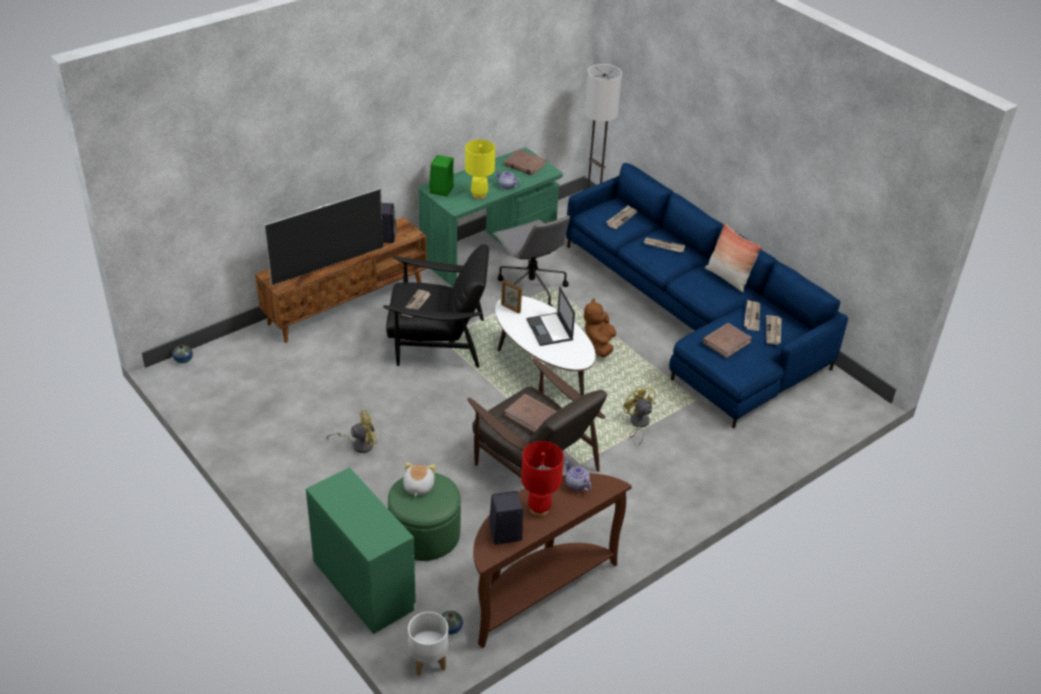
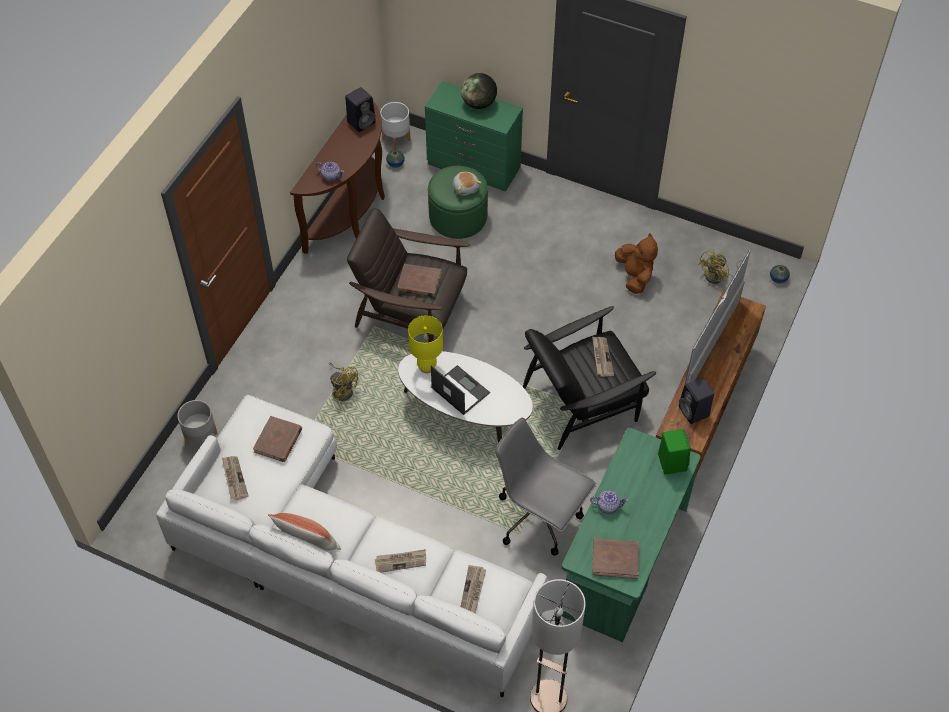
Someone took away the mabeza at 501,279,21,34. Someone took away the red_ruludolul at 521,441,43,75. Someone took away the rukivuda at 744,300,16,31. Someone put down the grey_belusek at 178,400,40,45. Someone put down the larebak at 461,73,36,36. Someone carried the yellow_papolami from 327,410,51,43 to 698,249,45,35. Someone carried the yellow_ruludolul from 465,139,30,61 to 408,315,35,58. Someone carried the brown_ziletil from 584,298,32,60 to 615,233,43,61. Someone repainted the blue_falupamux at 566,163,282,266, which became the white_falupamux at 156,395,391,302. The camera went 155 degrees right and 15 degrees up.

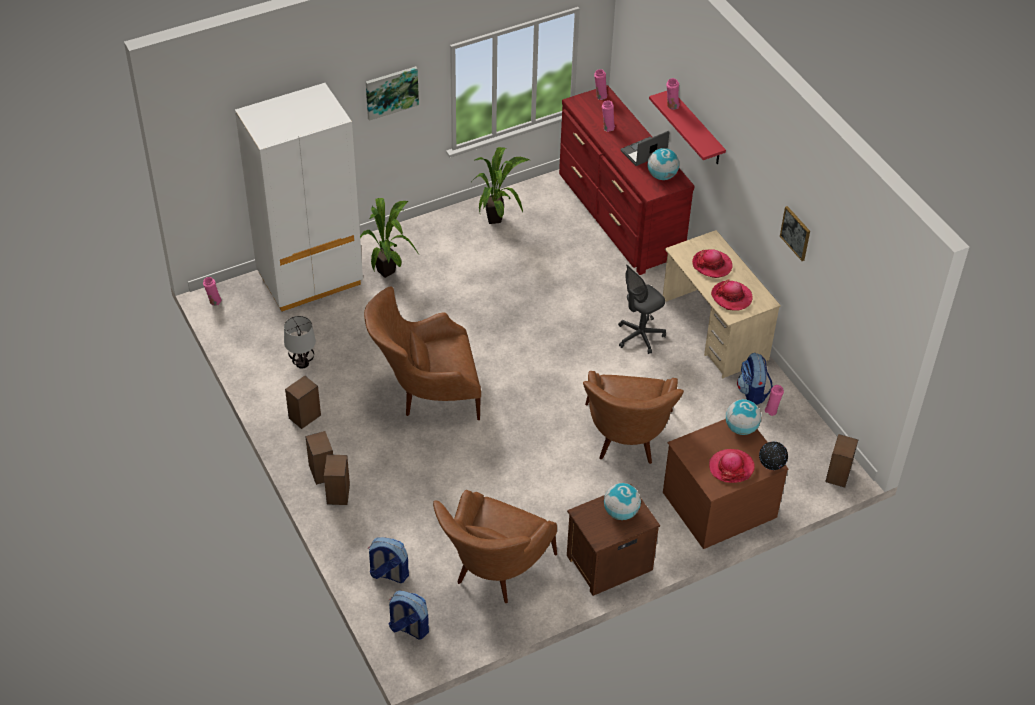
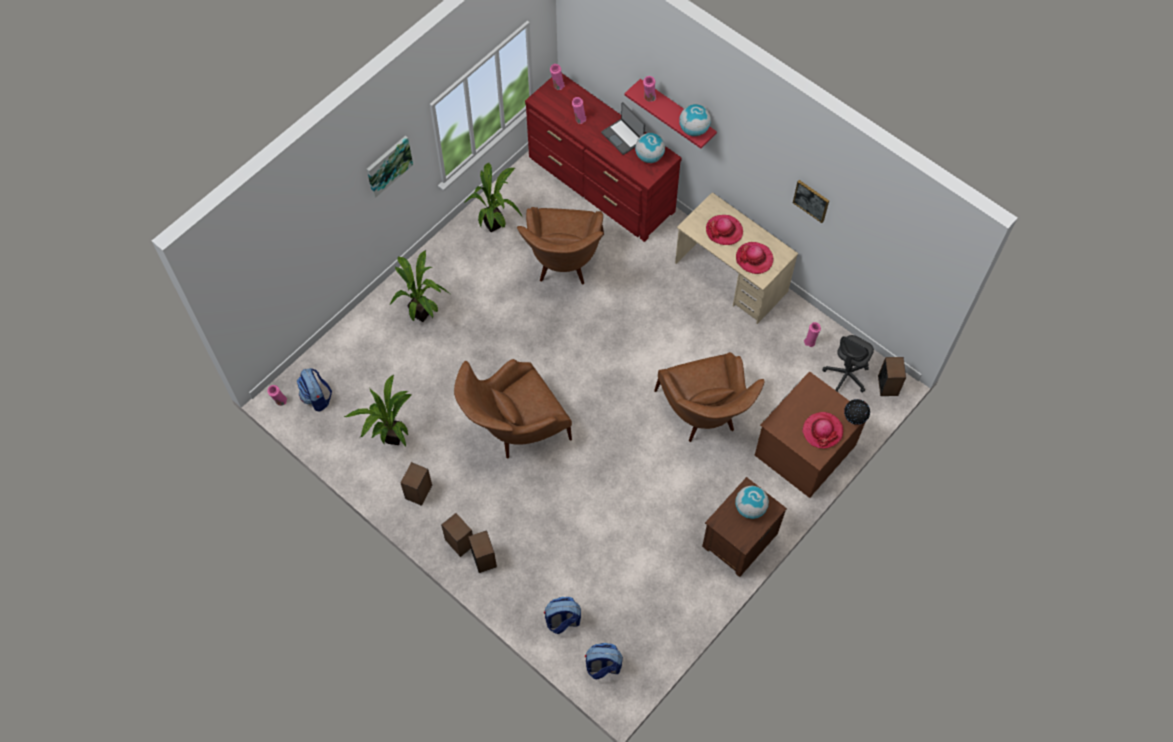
Someone took away the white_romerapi at 235,83,128,229. Someone carried the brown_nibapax from 433,490,124,113 to 517,207,87,77. Someone carried the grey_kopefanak from 618,264,48,90 to 822,335,52,58. Someone carried the larebak from 726,399,35,36 to 679,104,32,32. Someone carried the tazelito from 737,352,36,53 to 297,368,35,44. Someone swapped the ruludolul at 284,316,32,53 for the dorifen at 344,375,68,72. Someone rotated the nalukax at 620,131,49,35 by 75 degrees counterclockwise. The camera went 20 degrees left and 15 degrees up.

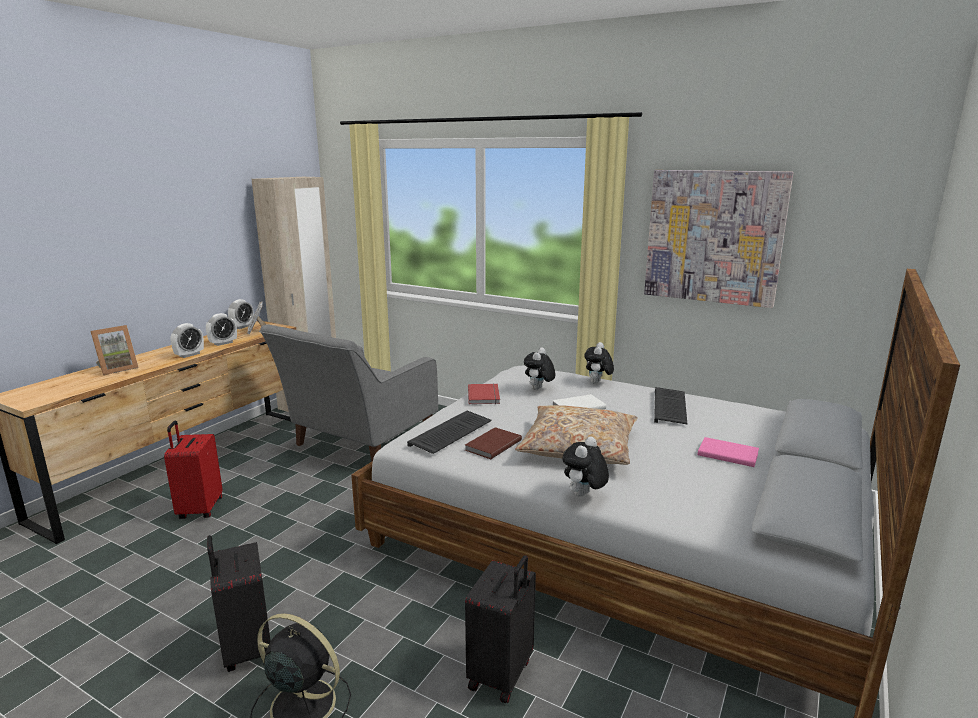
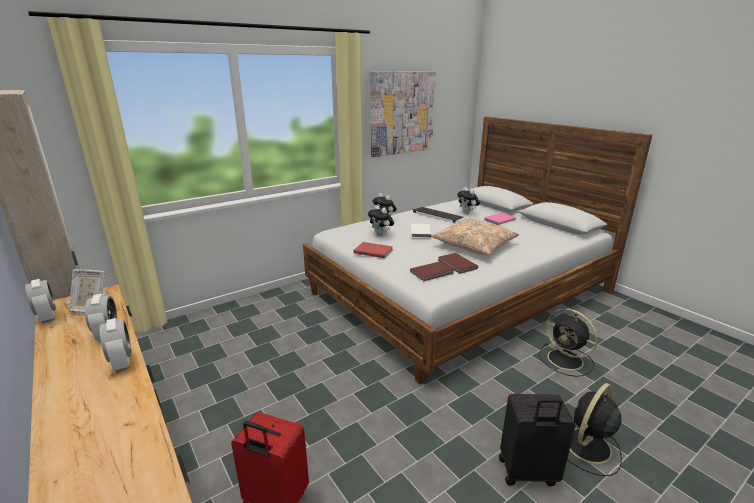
Someone took away the mabeza at 91,325,48,50. Someone took away the grey_nibapax at 259,324,179,138. Someone carried the ziletil from 562,437,47,60 to 457,187,23,27. Someone swapped the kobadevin at 407,411,85,43 for the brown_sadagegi at 410,261,44,20. Someone swapped the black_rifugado at 465,555,71,148 for the black_papolami at 539,308,59,69. The camera went 65 degrees left and 5 degrees up.

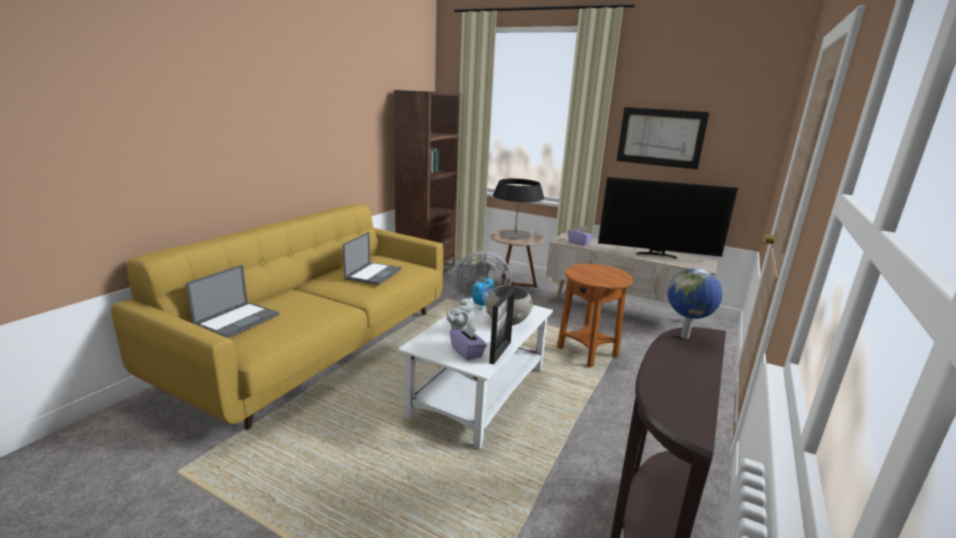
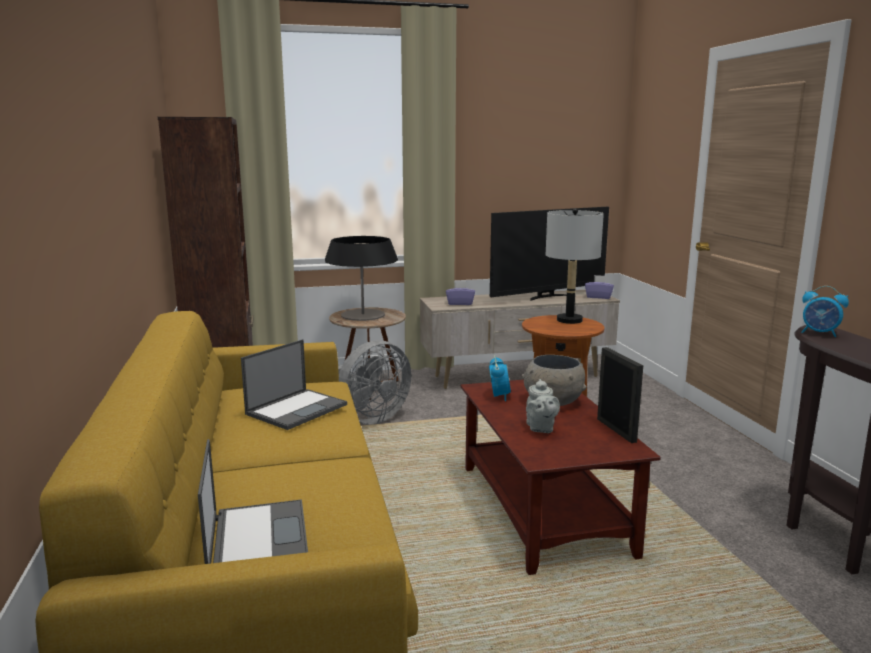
Someone took away the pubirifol at 617,107,92,63. Someone put down the grey_ruludolul at 546,208,58,116. Someone carried the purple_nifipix from 450,323,37,37 to 585,275,29,24. Someone swapped the larebak at 667,268,56,71 for the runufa at 801,286,48,51. Someone repainted the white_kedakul at 398,298,155,151, which became the brown_kedakul at 460,379,201,196. Someone rotated the nalukax at 343,232,59,53 by 60 degrees clockwise. The camera went 40 degrees left and 5 degrees down.

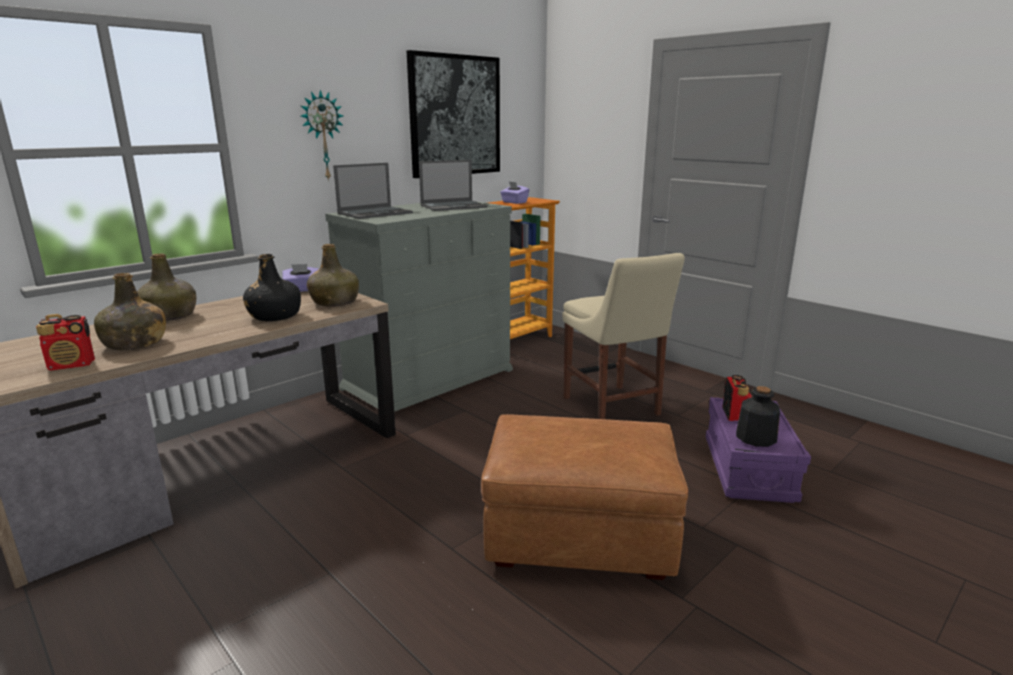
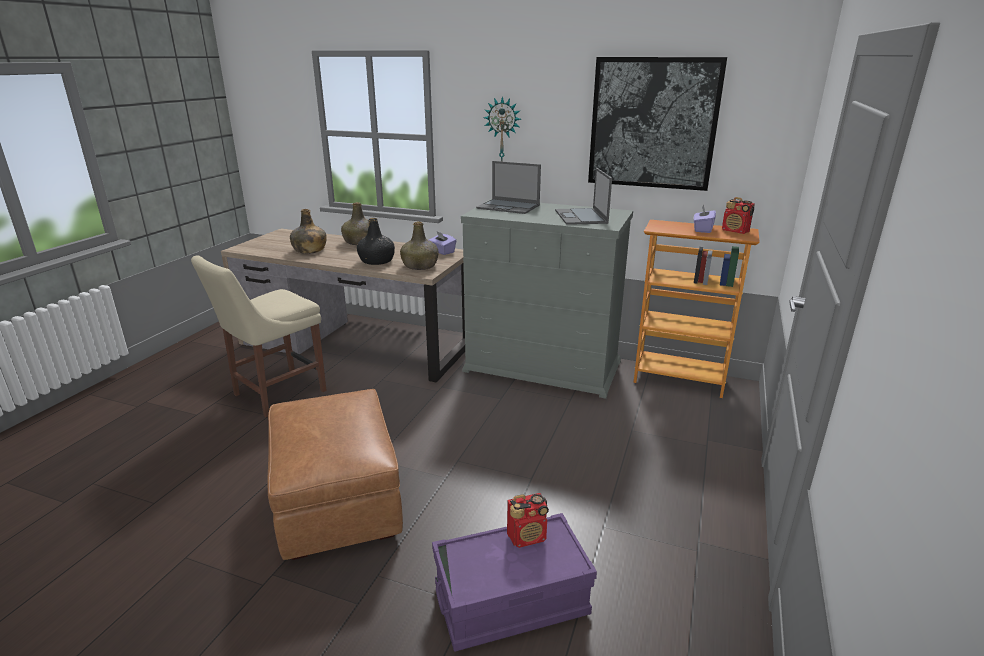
Someone took away the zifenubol at 736,386,44,61. Someone carried the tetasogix from 36,314,59,56 to 722,197,33,37. Someone carried the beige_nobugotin from 562,253,123,166 to 191,255,136,162. Someone rotated the nalukax at 419,160,69,51 by 45 degrees clockwise. The camera went 65 degrees right and 5 degrees up.

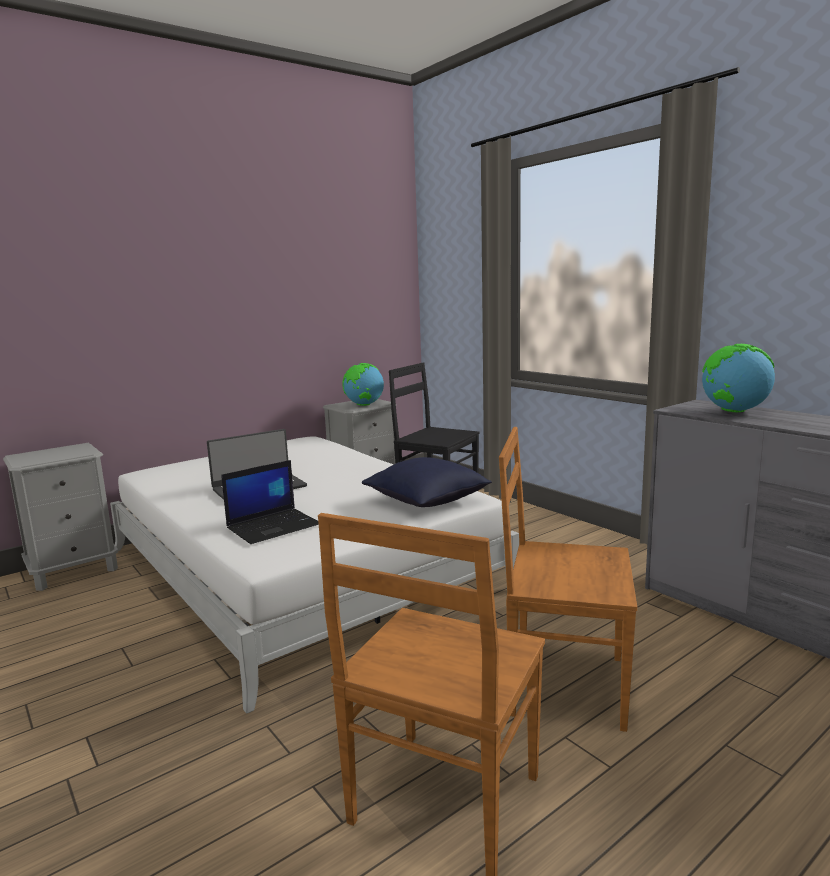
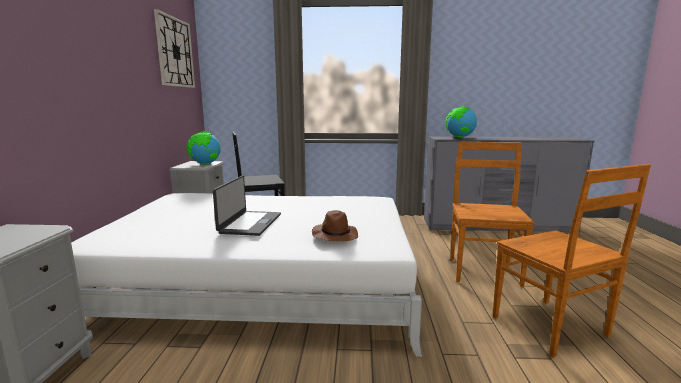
Someone took away the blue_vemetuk at 362,457,130,50. Someone put up the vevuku at 154,9,41,79. Someone swapped the nalukax at 221,460,98,84 for the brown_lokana at 312,210,46,31. Someone rotated the brown_nobugotin at 499,427,138,305 by 135 degrees clockwise. The camera went 50 degrees left and 0 degrees up.

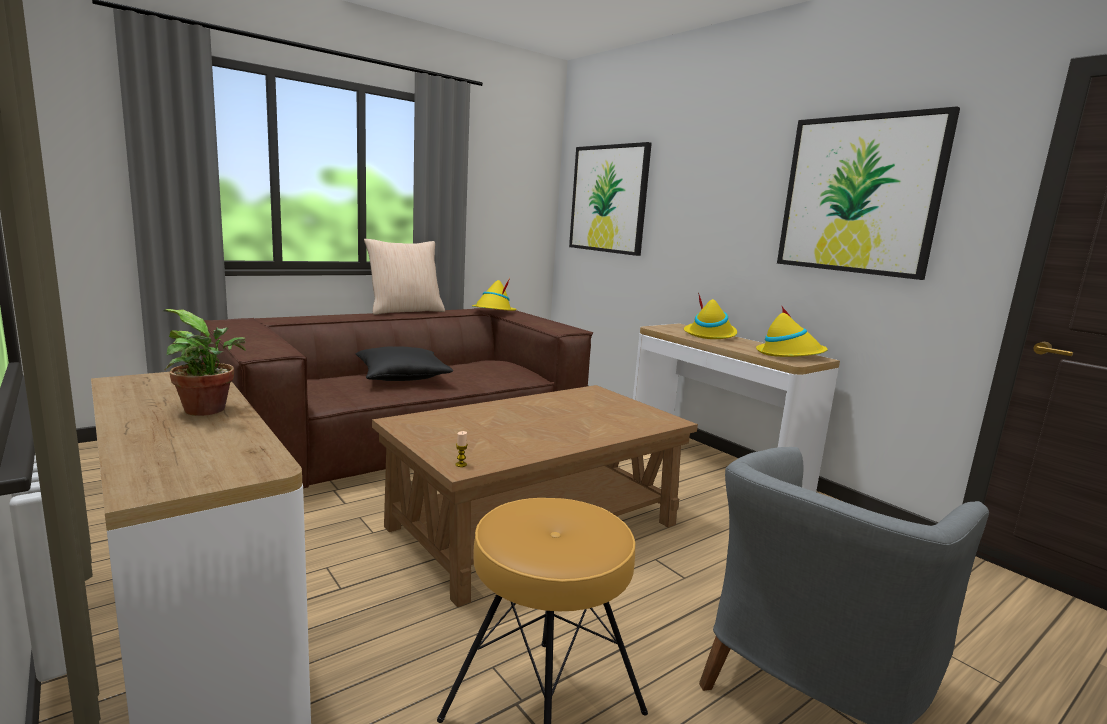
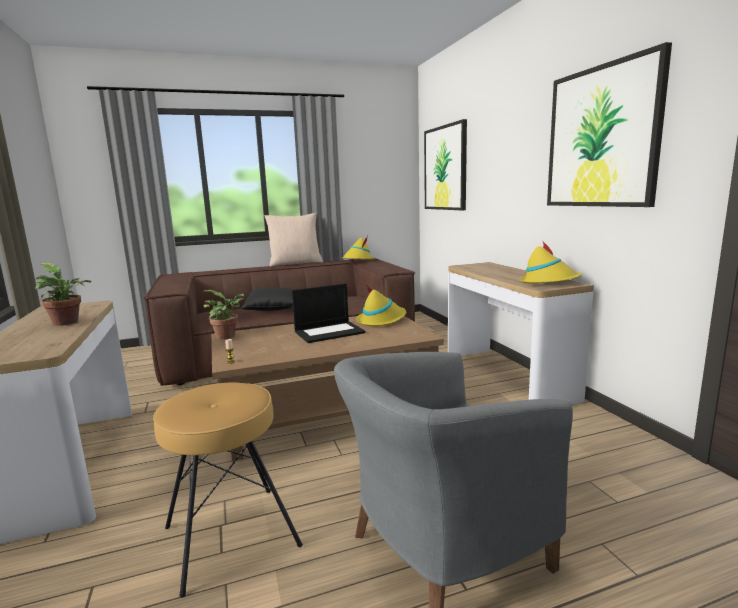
Someone put down the dorifen at 202,290,42,49. Someone put down the nalukax at 292,283,74,60. Someone carried the yellow_lokana from 684,293,53,46 to 356,285,50,41. The camera went 20 degrees right and 0 degrees up.

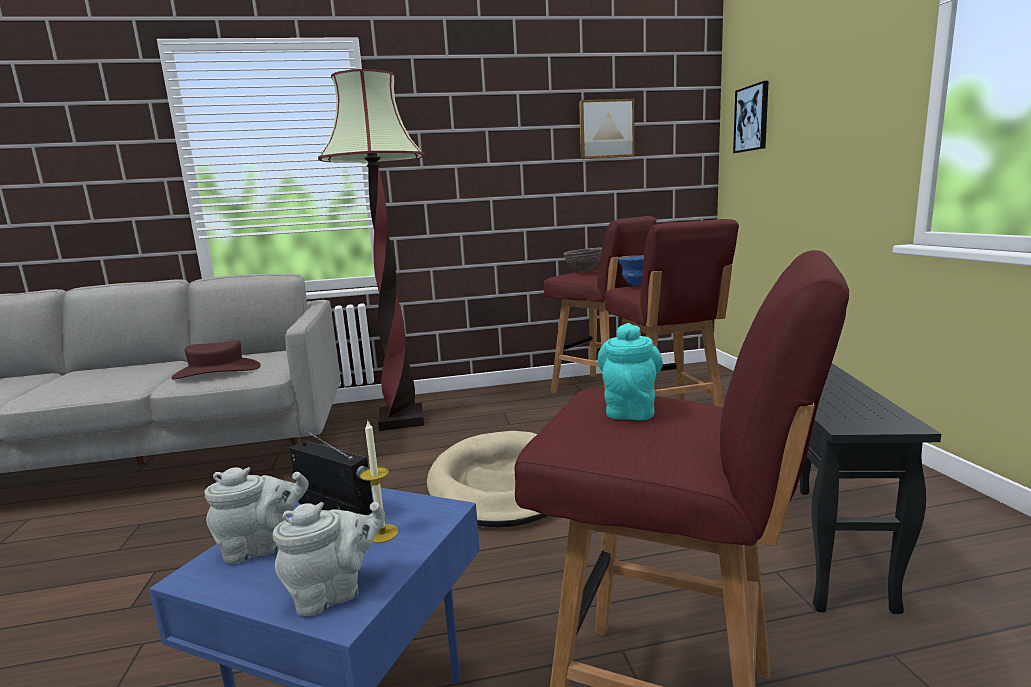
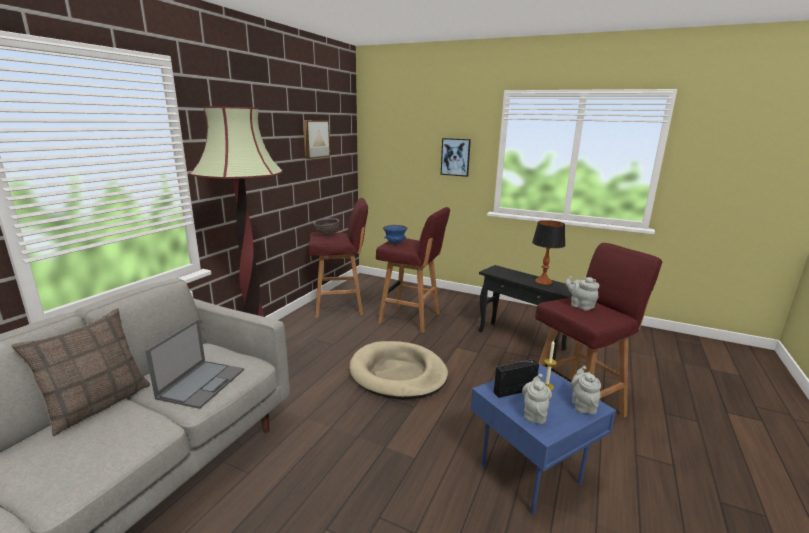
Someone put down the vemetuk at 11,308,139,128. Someone put down the ruludolul at 532,220,33,65. Someone carried the pubirifol from 733,81,36,72 to 441,138,30,39. Someone swapped the brown_lokana at 171,340,90,40 for the nalukax at 145,319,99,90. Someone repainted the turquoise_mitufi at 598,323,65,97, which became the grey_mitufi at 565,276,34,35. The camera went 55 degrees left and 5 degrees up.

